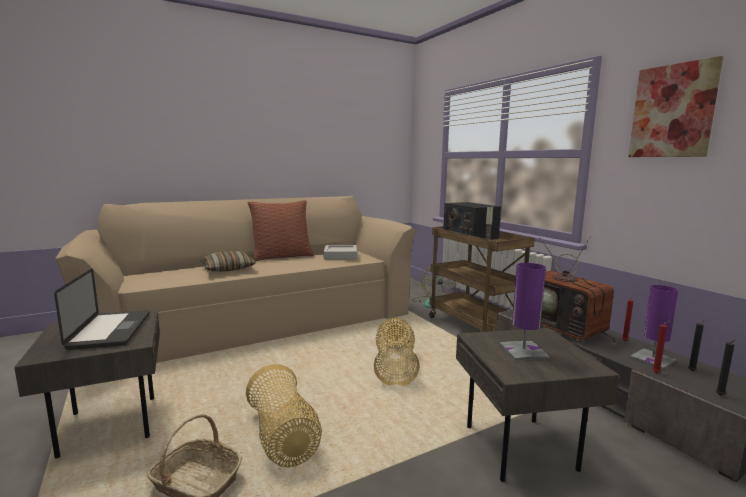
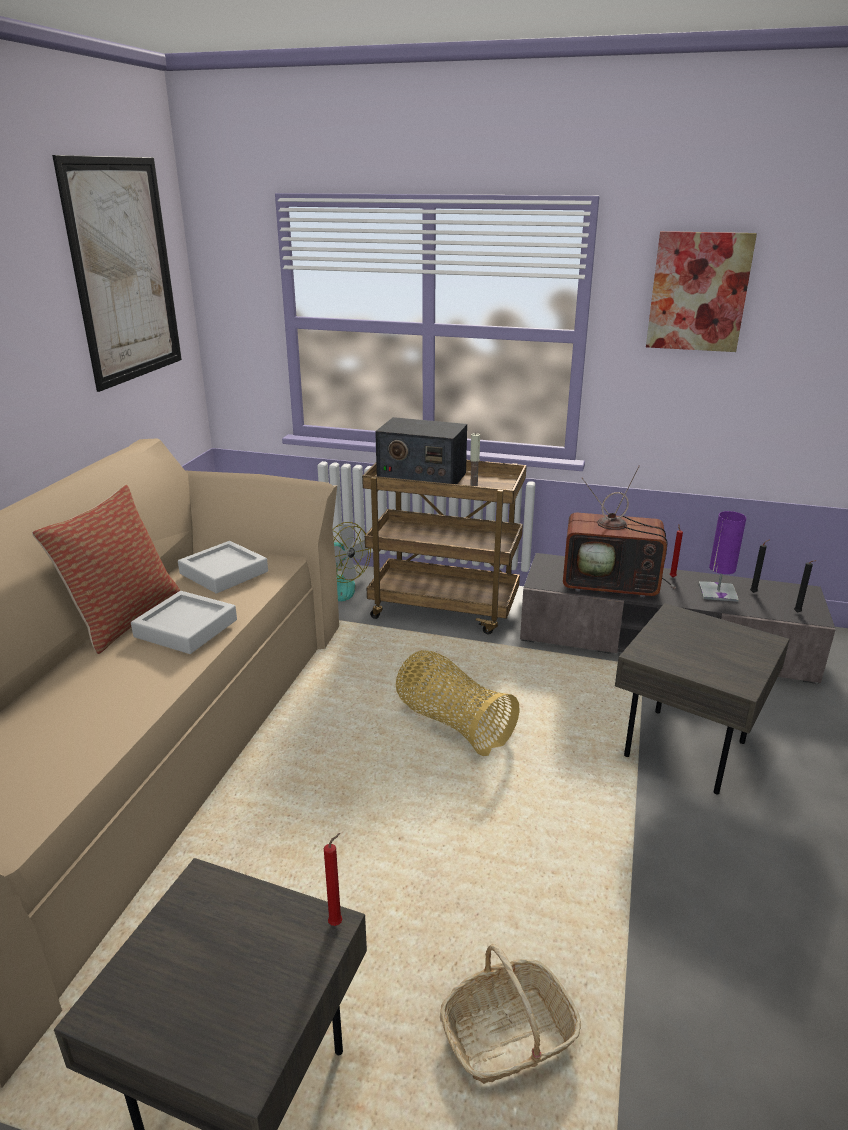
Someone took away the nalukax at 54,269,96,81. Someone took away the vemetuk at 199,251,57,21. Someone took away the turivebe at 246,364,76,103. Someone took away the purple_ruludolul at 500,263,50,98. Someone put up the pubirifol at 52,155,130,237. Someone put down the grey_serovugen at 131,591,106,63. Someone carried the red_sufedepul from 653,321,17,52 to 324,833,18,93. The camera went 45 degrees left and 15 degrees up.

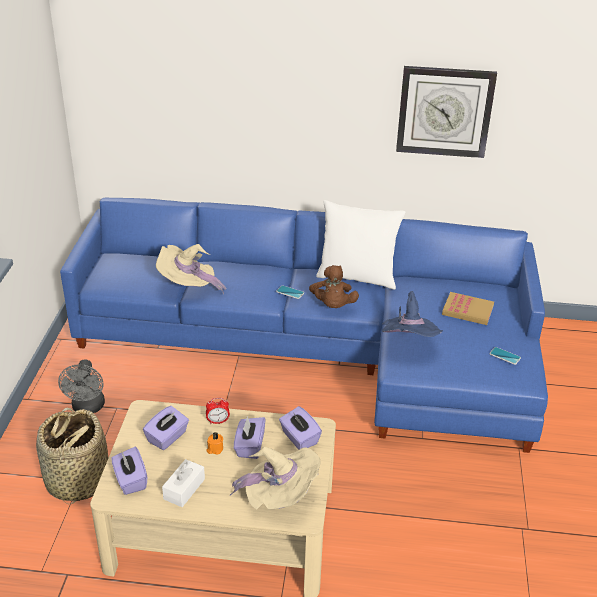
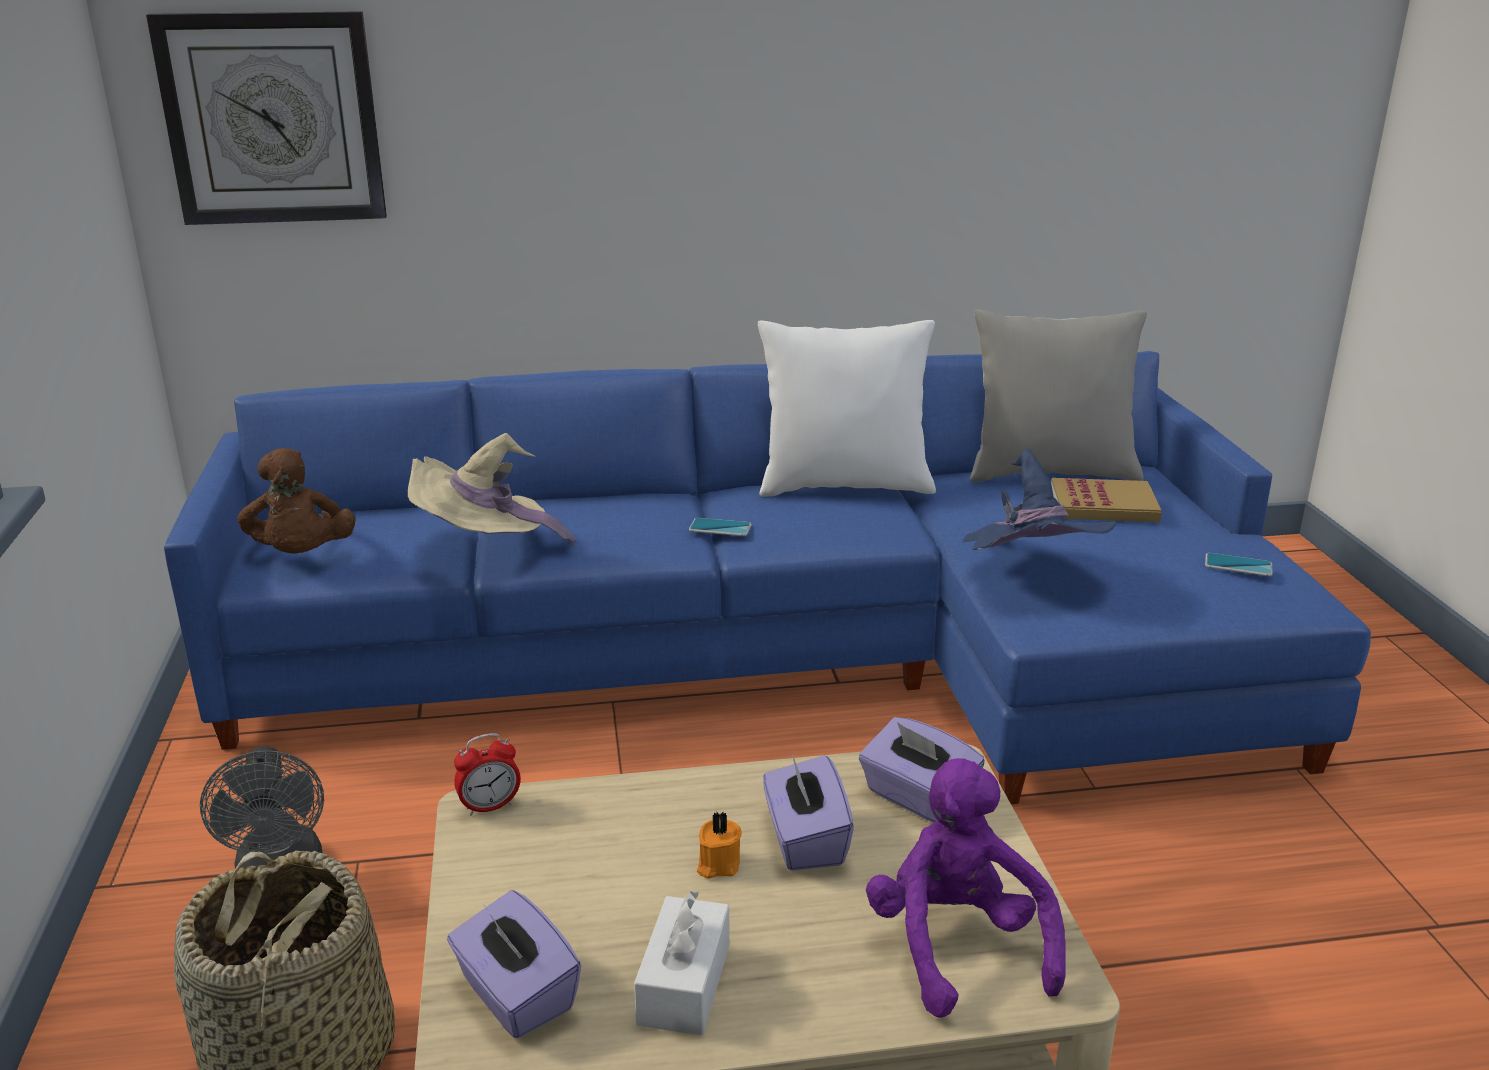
Someone took away the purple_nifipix at 143,406,46,44. Someone put down the grey_vemetuk at 970,310,177,172. Someone carried the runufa from 206,398,24,26 to 454,733,67,83. Someone carried the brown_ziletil from 309,265,50,43 to 238,448,118,106. Someone carried the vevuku from 396,66,101,92 to 146,11,241,214. Someone swapped the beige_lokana at 230,446,90,64 for the purple_ziletil at 866,758,200,260. The camera went 15 degrees left and 10 degrees down.

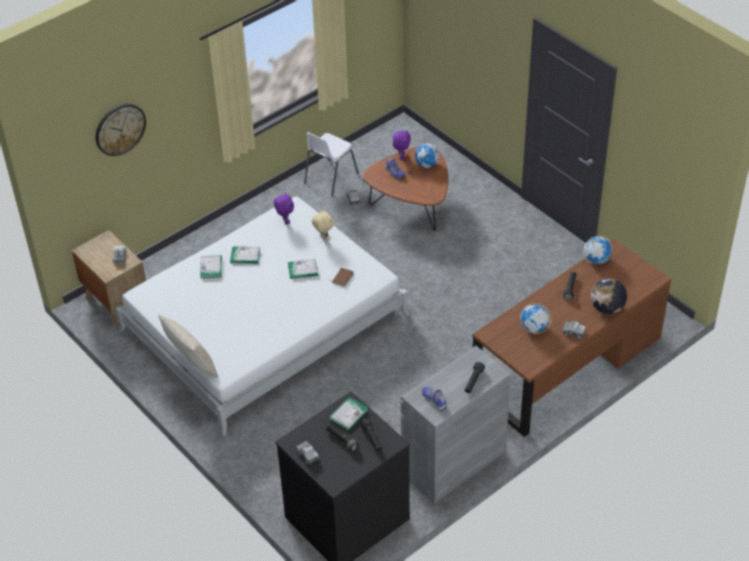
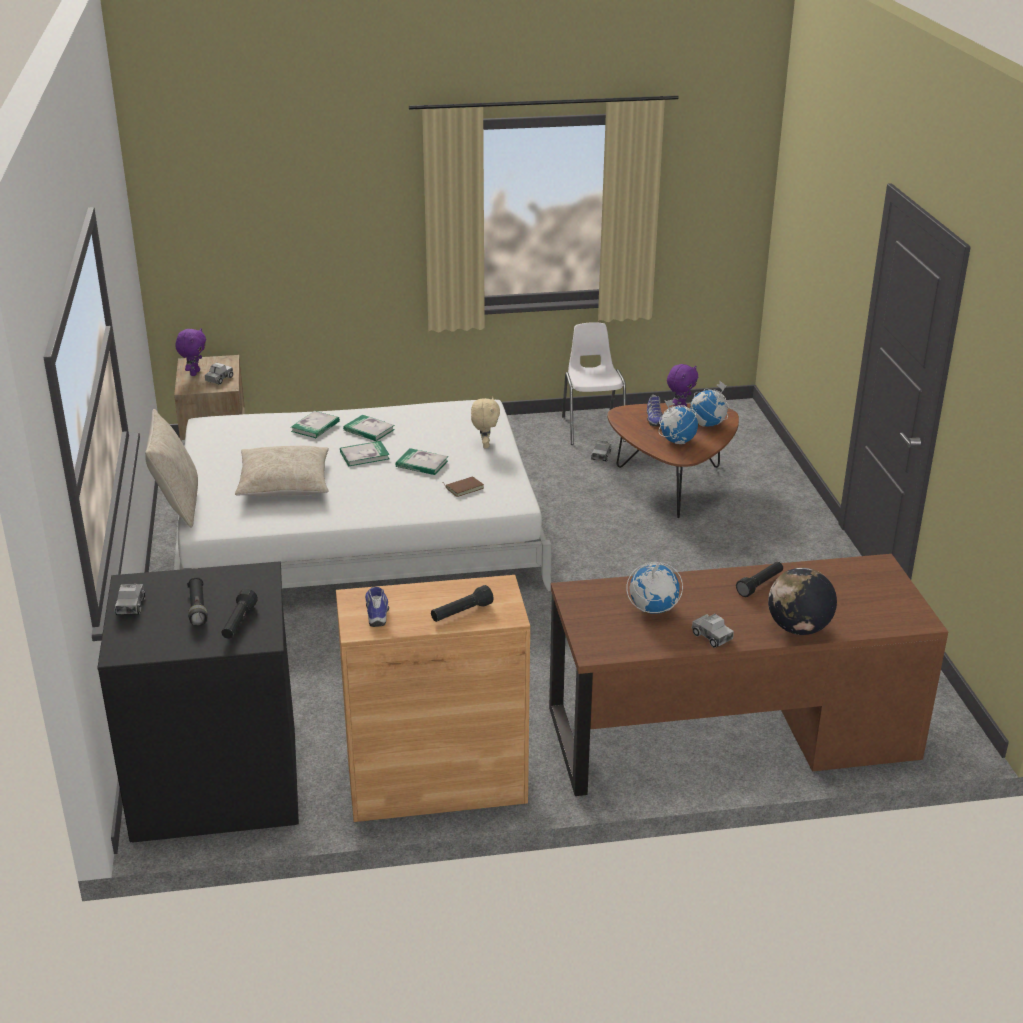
Someone took away the vevuku at 96,104,50,52. Someone put down the beige_vemetuk at 235,446,94,50. Someone carried the purple_ziletil from 274,192,20,33 to 175,328,31,48. Someone carried the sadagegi from 329,397,39,33 to 340,441,50,25. Someone carried the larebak from 583,236,29,28 to 659,400,39,44. Someone repainted the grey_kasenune at 401,346,110,158, which became the brown_kasenune at 336,575,194,247. Someone rotated the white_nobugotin at 304,132,55,65 by 105 degrees clockwise. The camera went 30 degrees right and 15 degrees down.

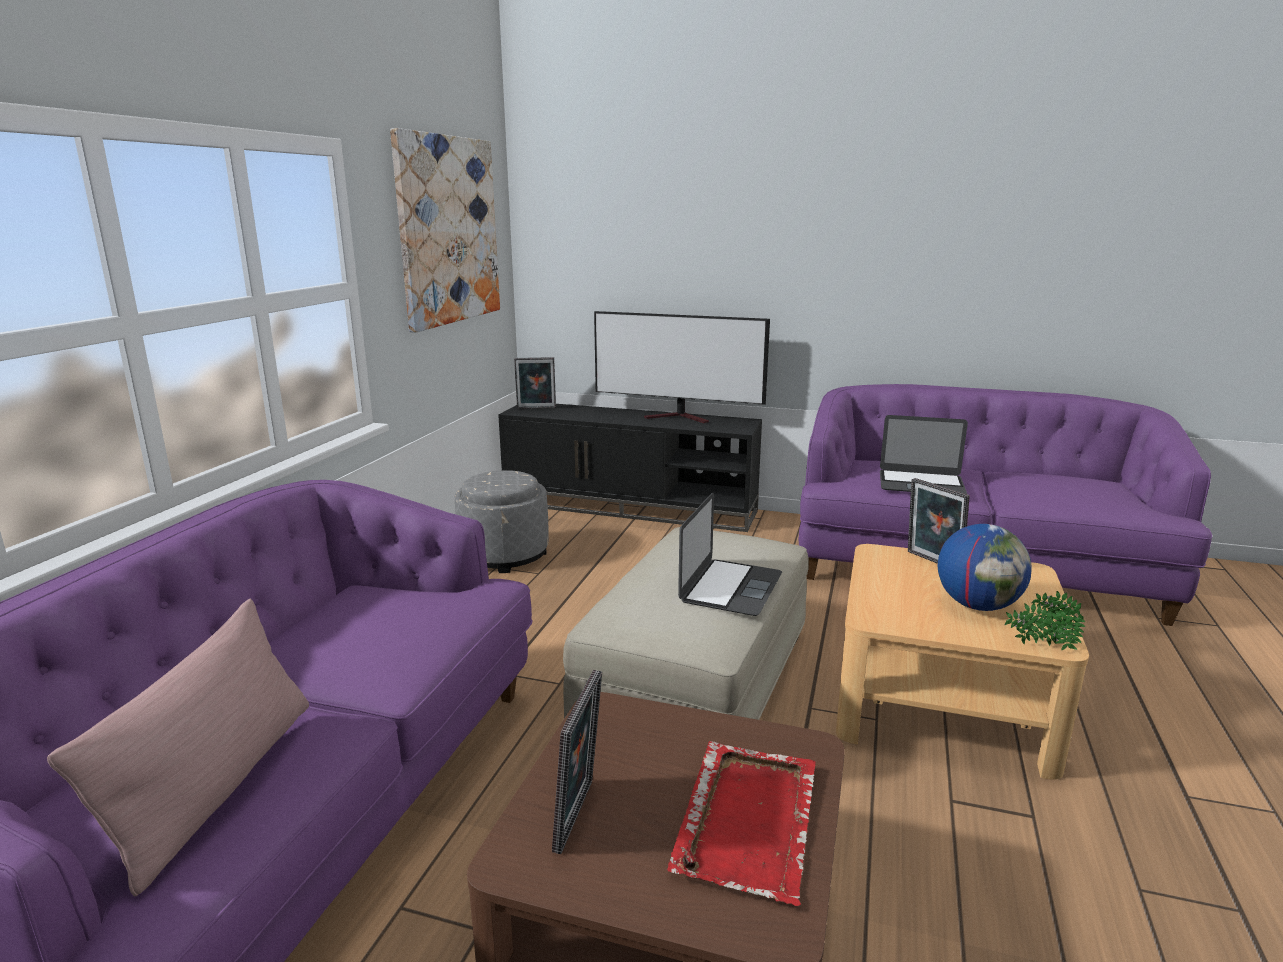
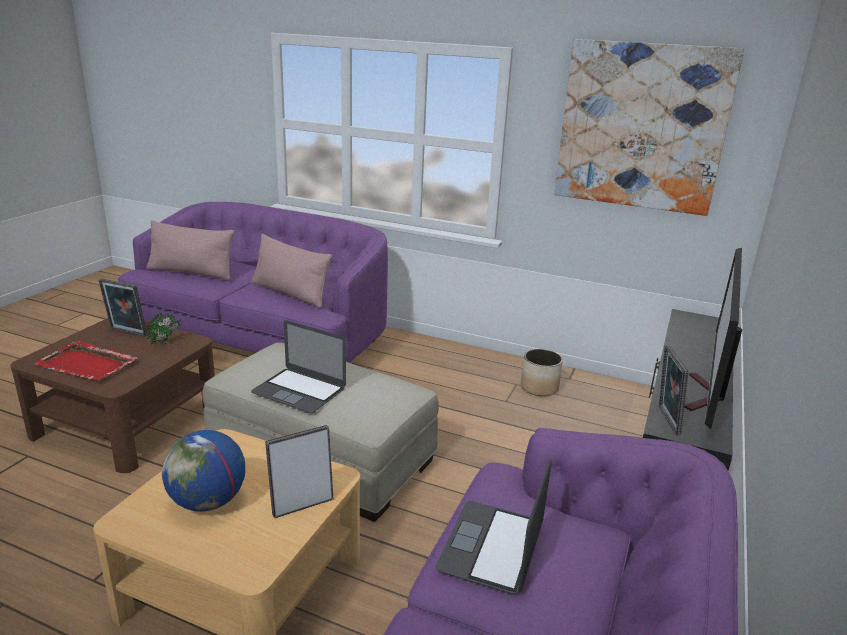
Someone put down the pink_vemetuk at 252,234,81,74. Someone carried the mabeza from 514,357,42,52 to 659,345,30,91. Someone carried the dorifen from 1004,591,81,60 to 145,312,36,33. Someone swapped the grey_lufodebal at 455,470,94,103 for the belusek at 521,349,42,47. The camera went 95 degrees right and 5 degrees up.

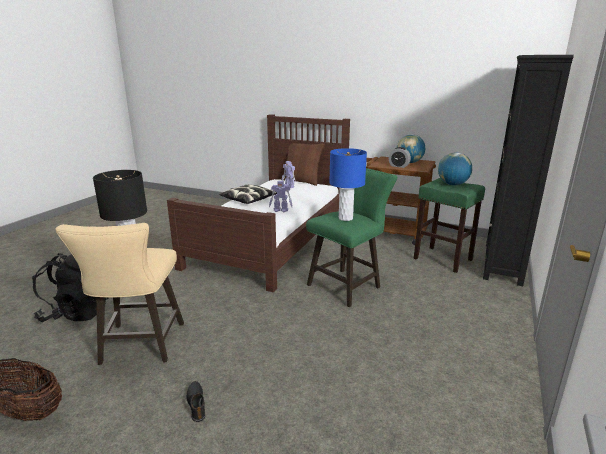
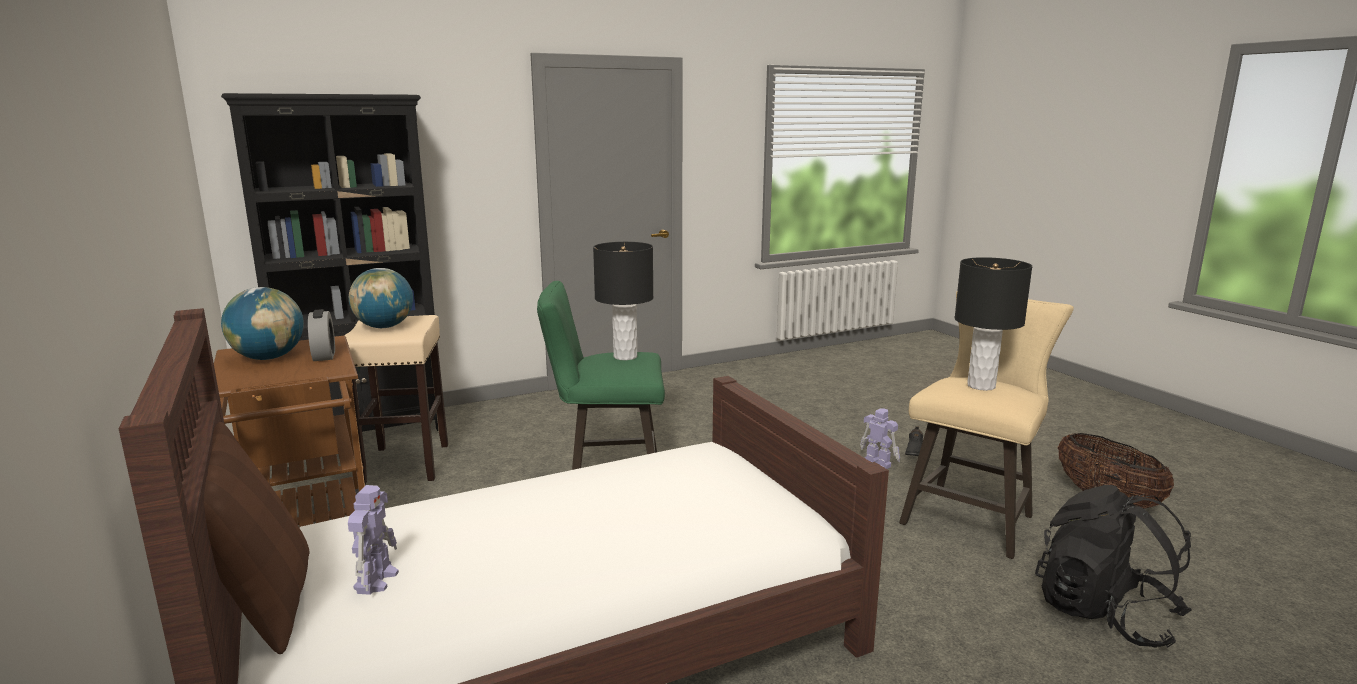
Someone took away the vemetuk at 219,184,58,20. Someone carried the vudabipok from 269,181,24,31 to 860,409,40,60. Someone repainted the blue_ruludolul at 329,148,38,73, which became the black_ruludolul at 593,242,60,118. Someone repainted the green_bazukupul at 414,178,71,95, which became the beige_bazukupul at 344,315,104,169. The camera went 140 degrees left and 5 degrees down.

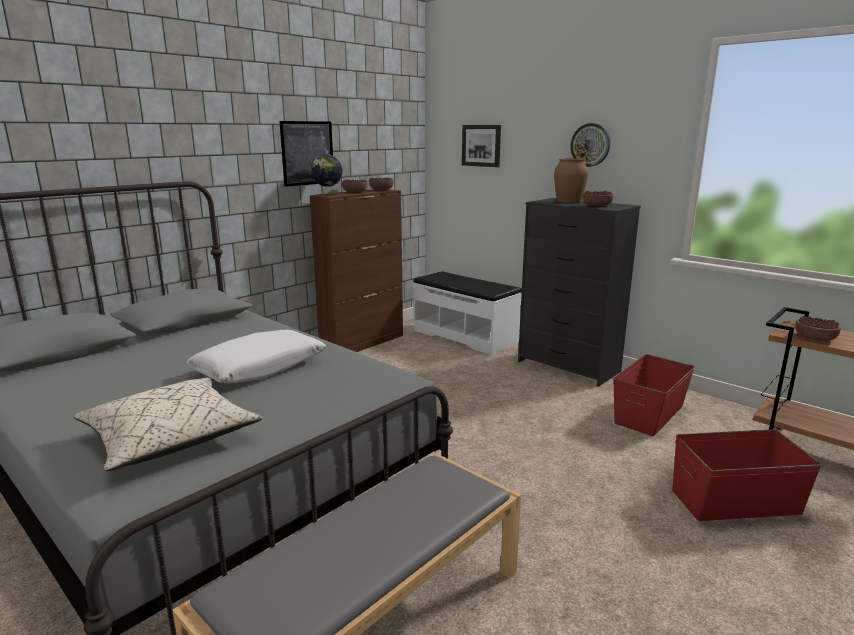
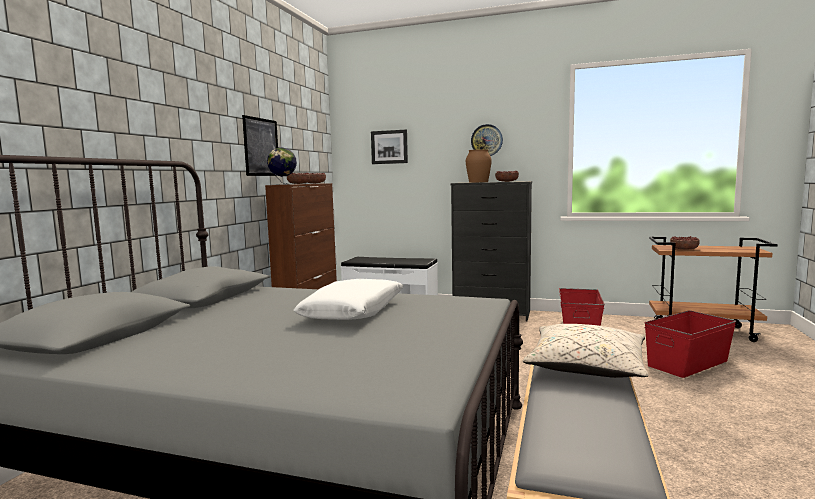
Someone carried the beige_vemetuk from 73,378,189,93 to 523,324,125,54. The camera went 25 degrees left and 10 degrees down.

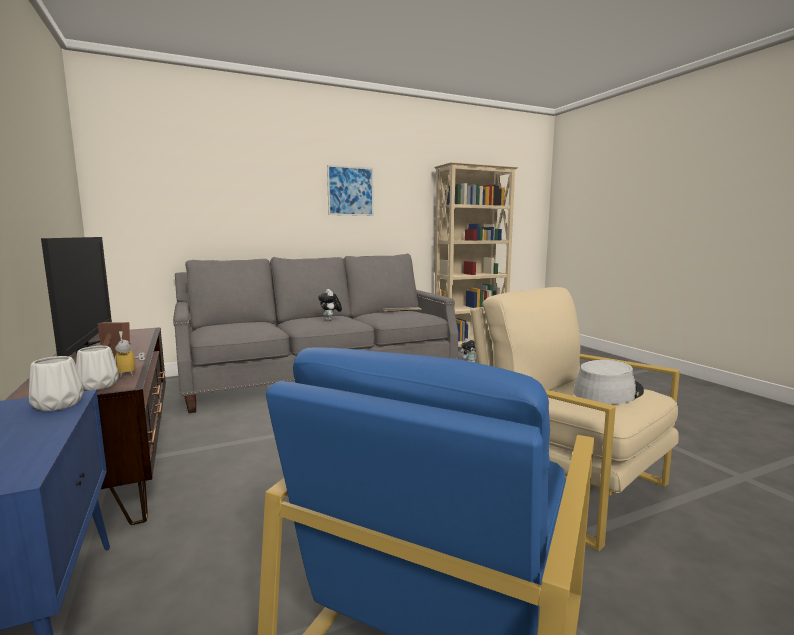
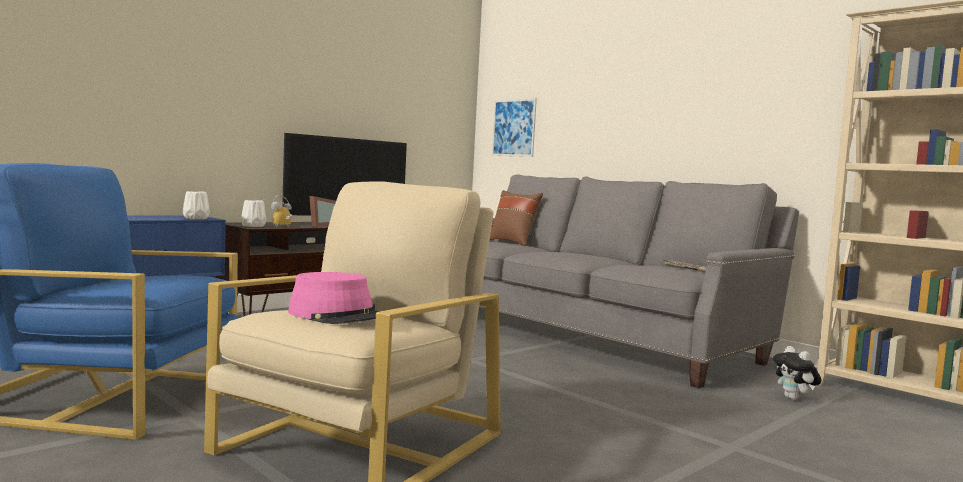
Someone took away the ziletil at 318,289,24,32. Someone put down the brown_vemetuk at 490,190,53,56. Someone carried the pubirifol from 327,165,47,51 to 492,98,45,59. Someone repainted the grey_lokana at 573,360,71,44, which became the pink_lokana at 288,272,92,52. The camera went 70 degrees right and 5 degrees down.

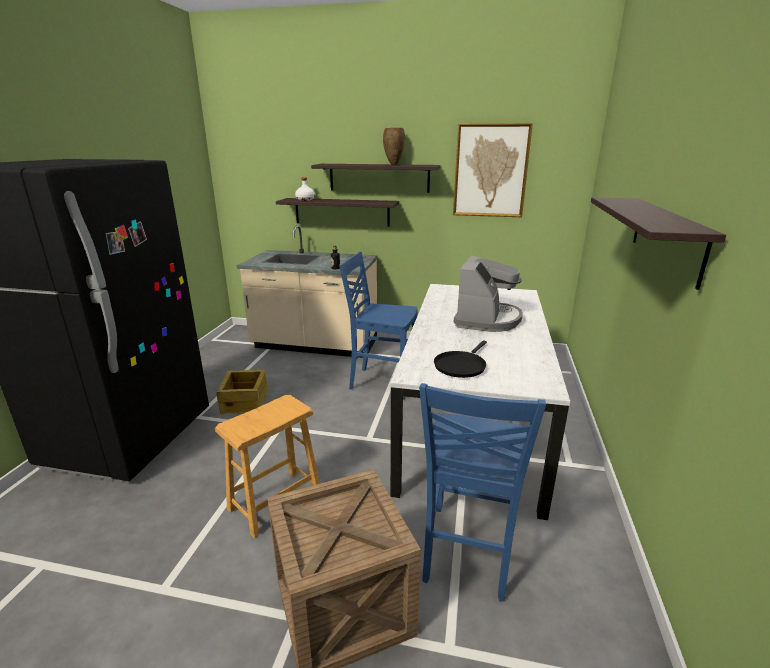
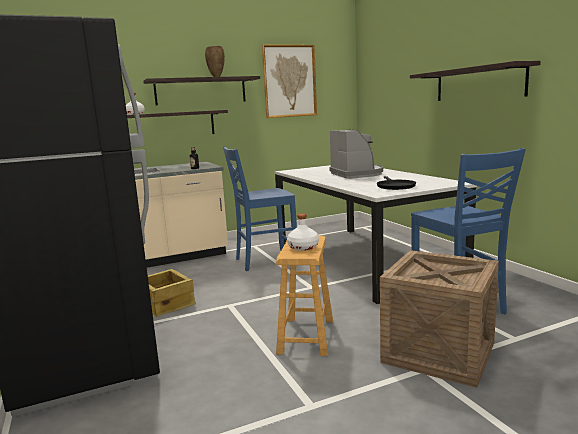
Someone put down the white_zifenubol at 287,213,32,38. The camera went 35 degrees left and 10 degrees down.

